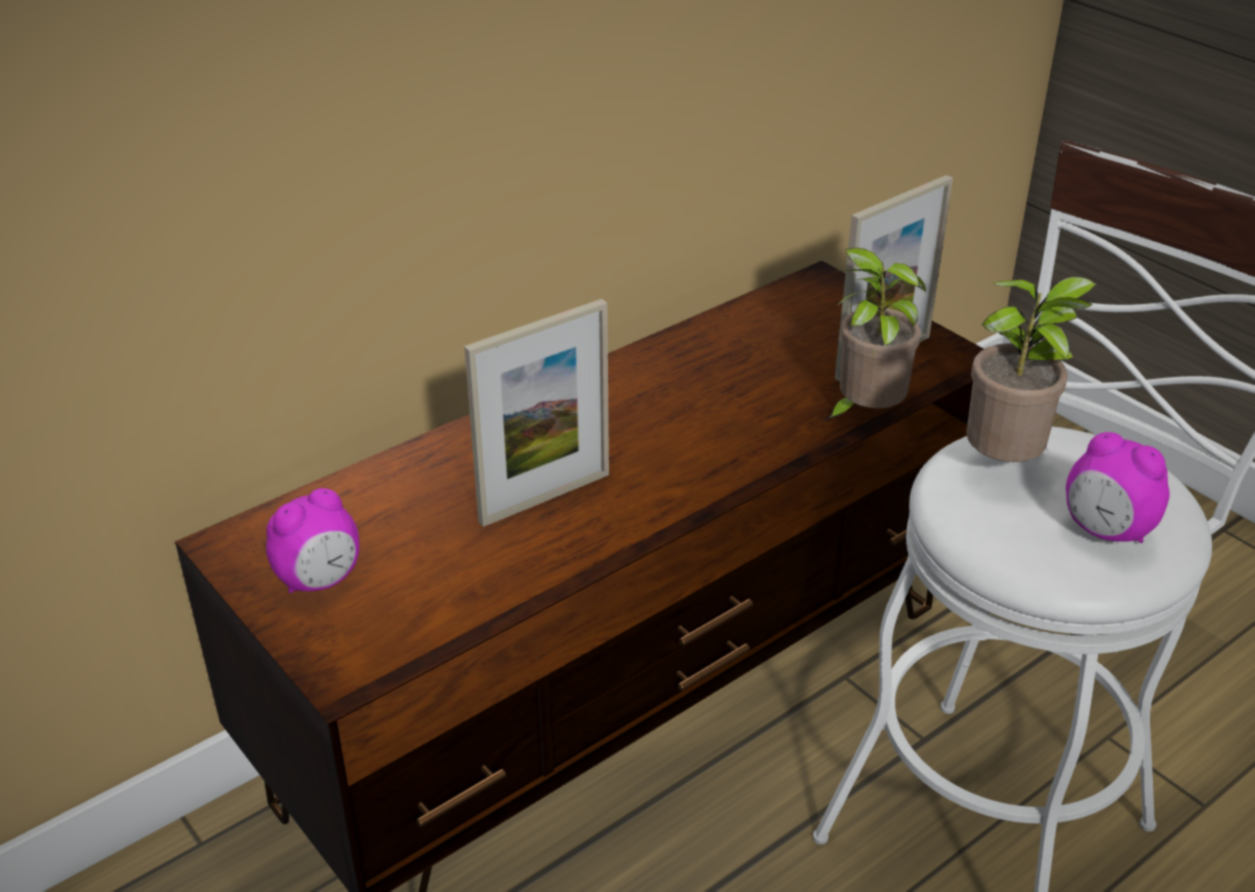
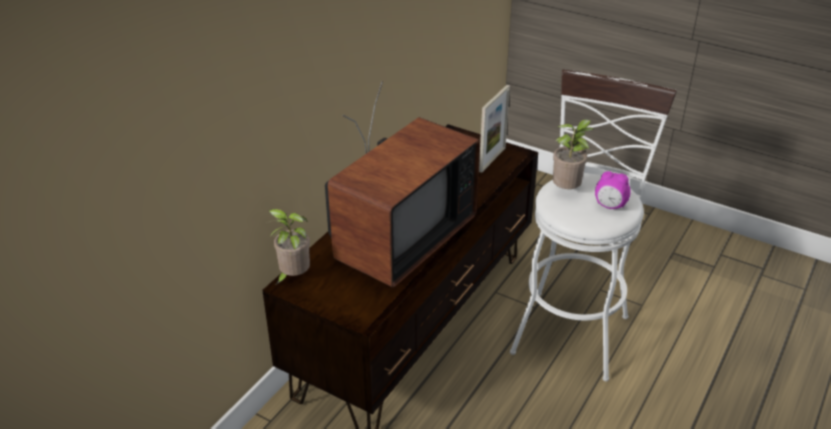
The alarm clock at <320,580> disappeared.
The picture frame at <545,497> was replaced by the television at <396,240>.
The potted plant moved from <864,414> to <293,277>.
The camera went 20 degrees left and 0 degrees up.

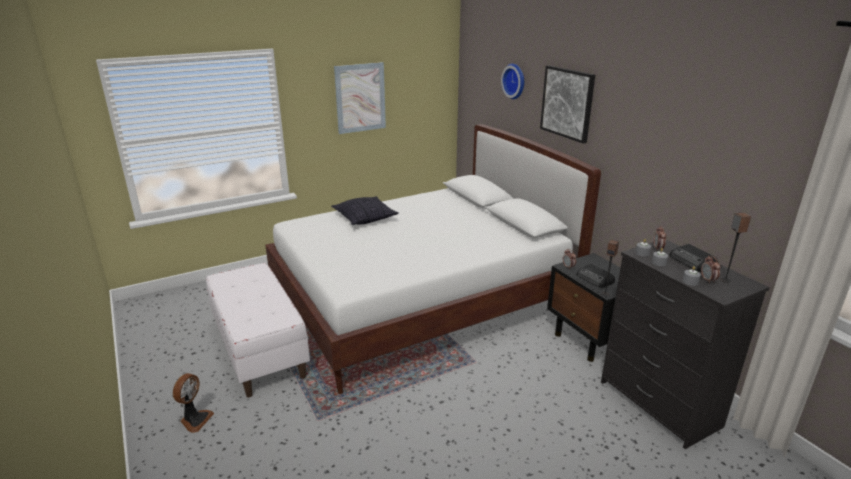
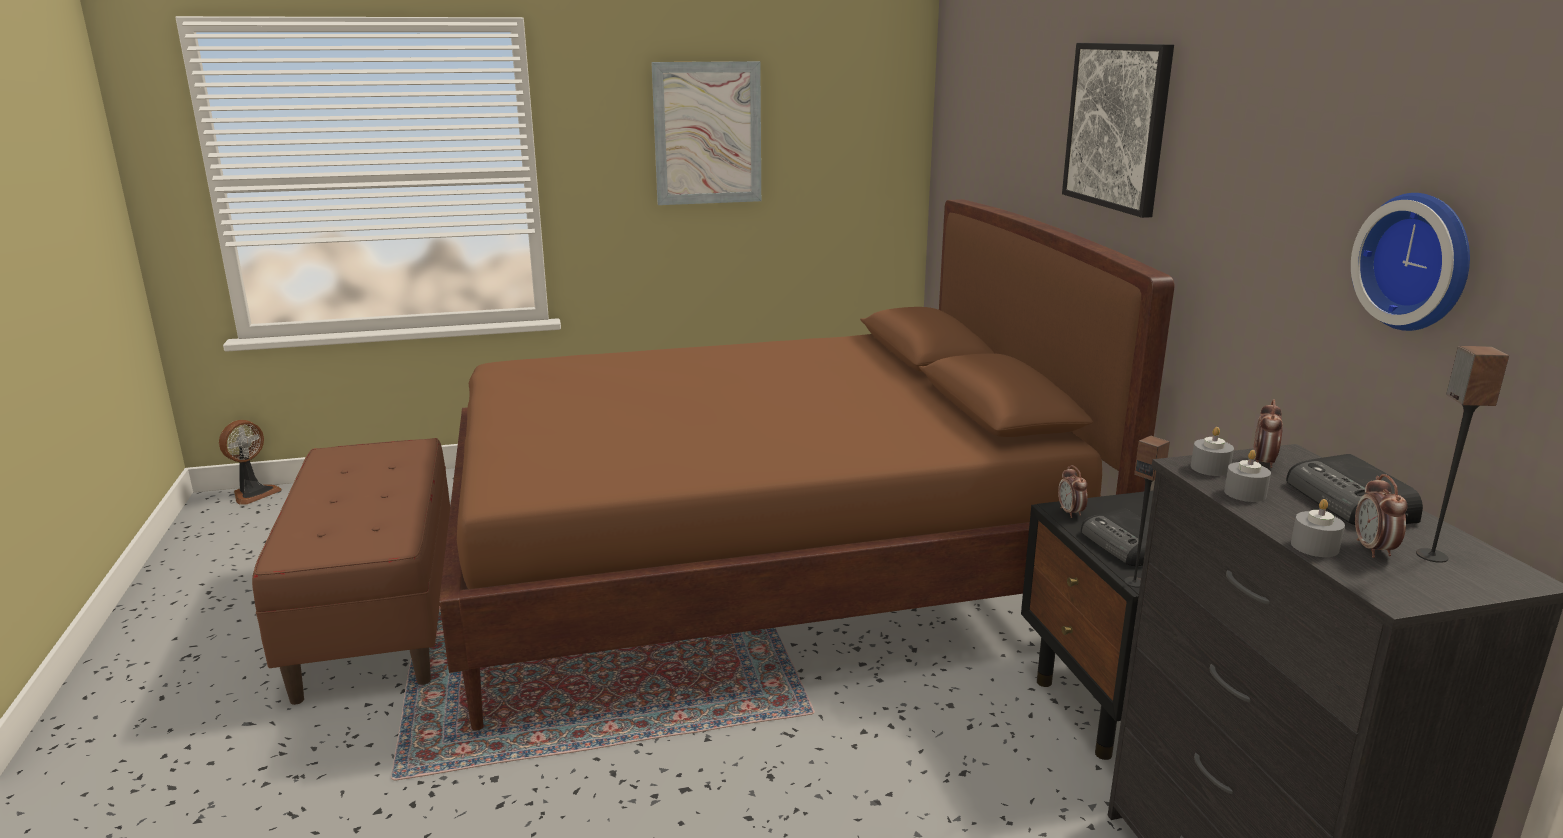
The fan moved from <195,420> to <253,493>.
The white bench at <260,350> became the brown bench at <379,616>.
The white bed at <422,302> became the brown bed at <762,569>.
The pillow at <365,218> disappeared.
The wall clock moved from <515,81> to <1419,261>.
The camera went 15 degrees right and 5 degrees down.

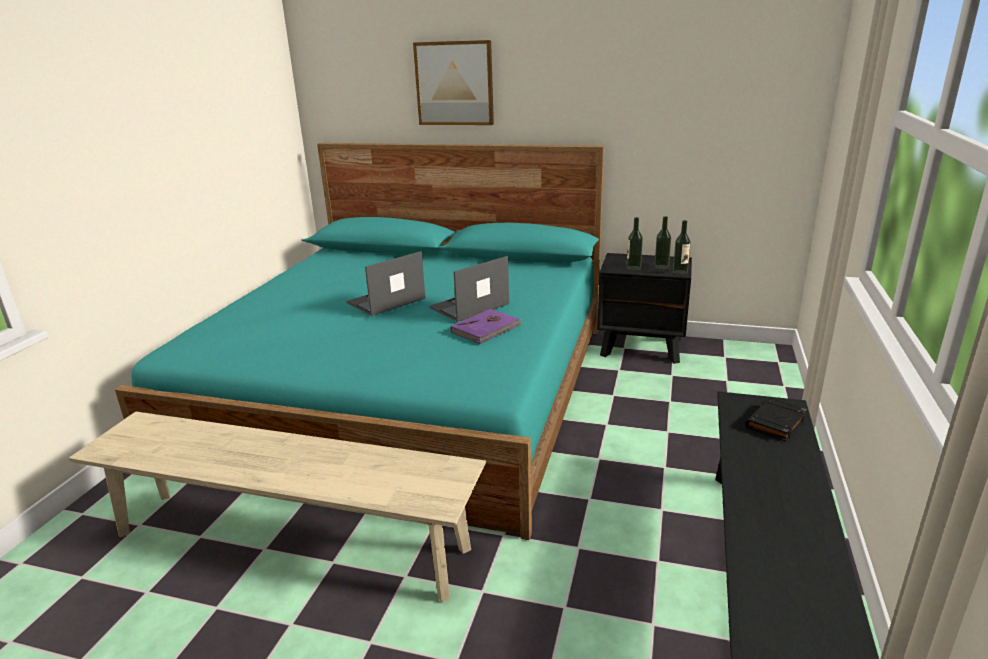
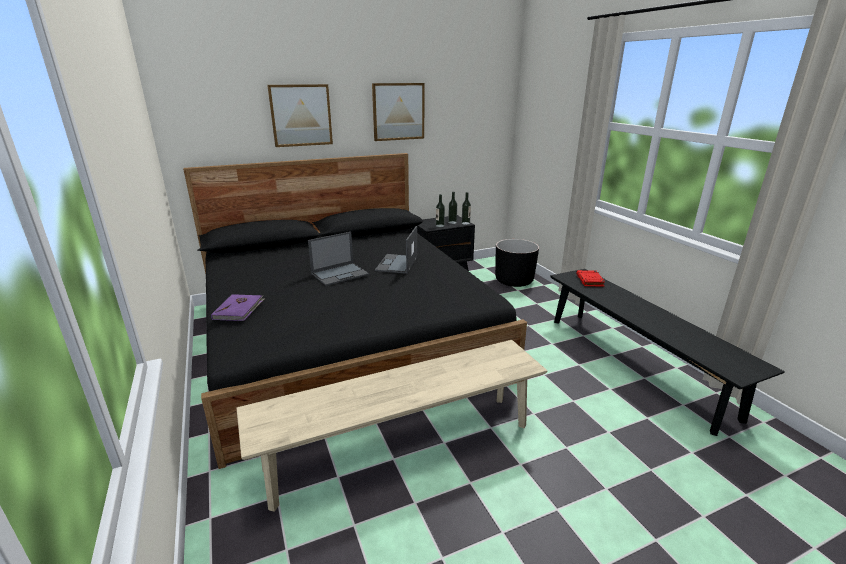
The turquoise bed at <409,390> became the black bed at <344,337>.
The laptop at <385,301> turned 135 degrees counterclockwise.
The purple book moved from <486,329> to <239,309>.
The black book at <776,423> became the red book at <590,280>.
The picture at <398,111> appeared.
The black planter at <514,280> appeared.
The camera went 40 degrees left and 0 degrees up.

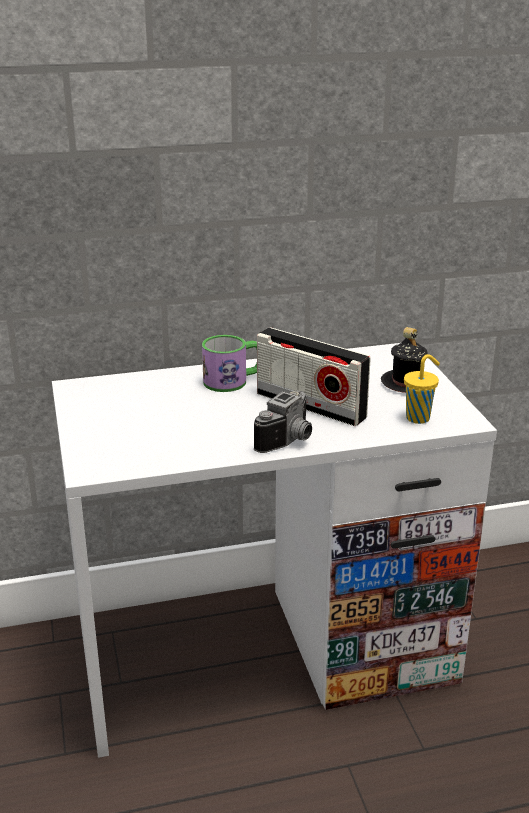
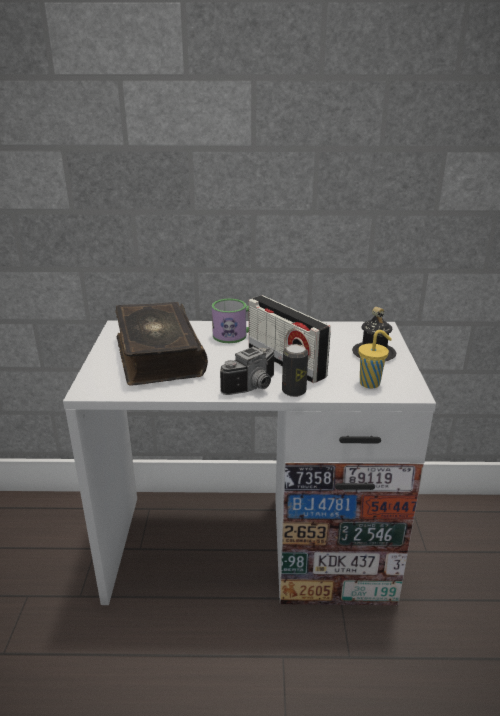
The book at <157,355> appeared.
The can at <294,391> appeared.
The camera went 15 degrees right and 0 degrees up.

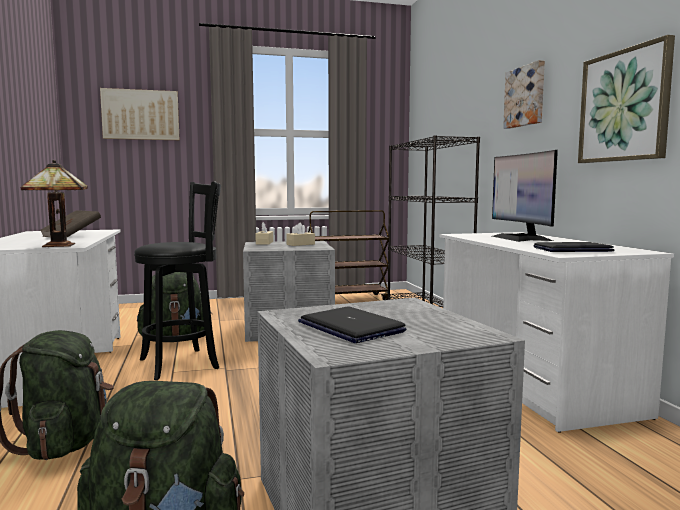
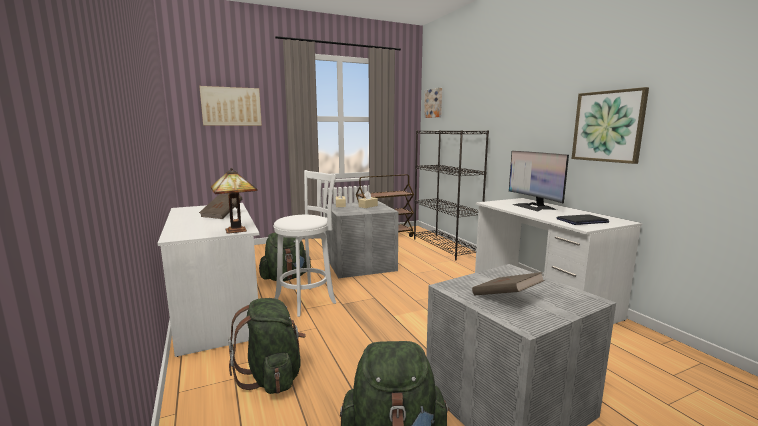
The black stool at <183,363> became the white stool at <308,300>.
The laptop at <350,327> was replaced by the brown book at <506,298>.
The picture moved from <526,96> to <434,103>.
The camera went 10 degrees left and 5 degrees up.

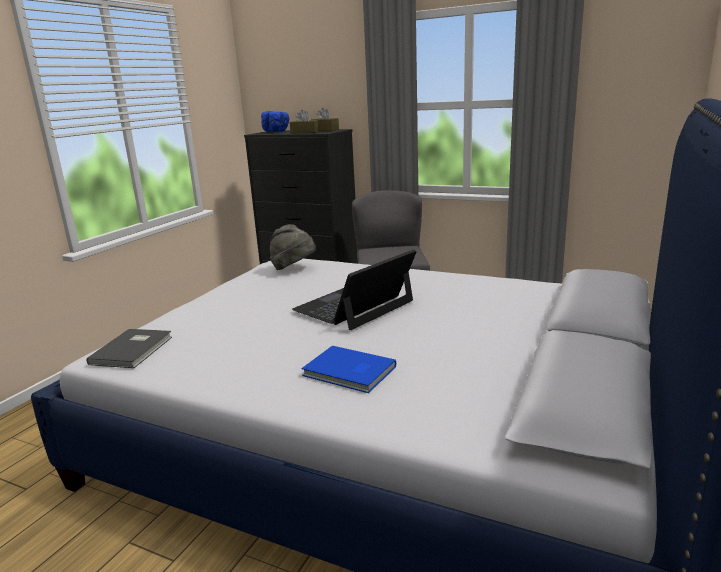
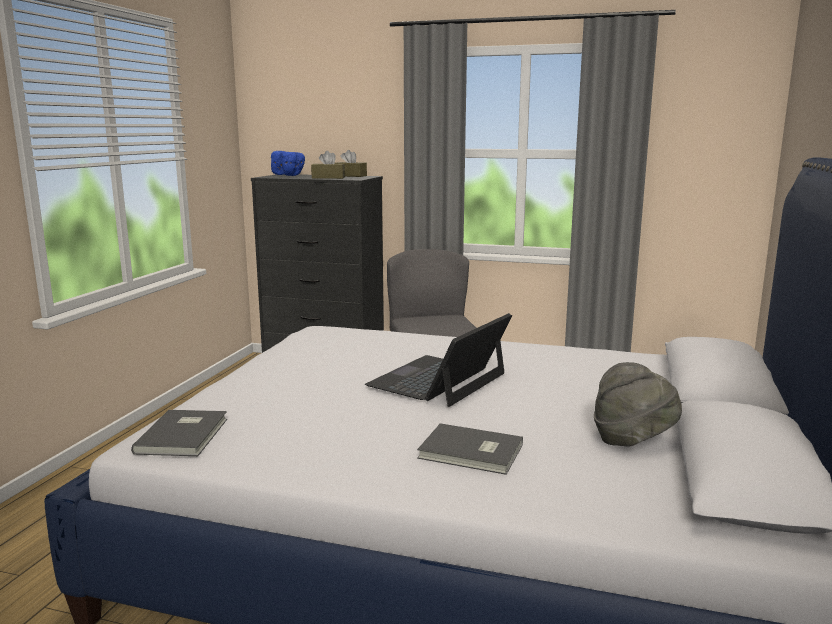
The grey hat moved from <294,269> to <633,440>.
The blue book at <349,372> became the grey book at <471,453>.
The camera went 10 degrees left and 5 degrees down.

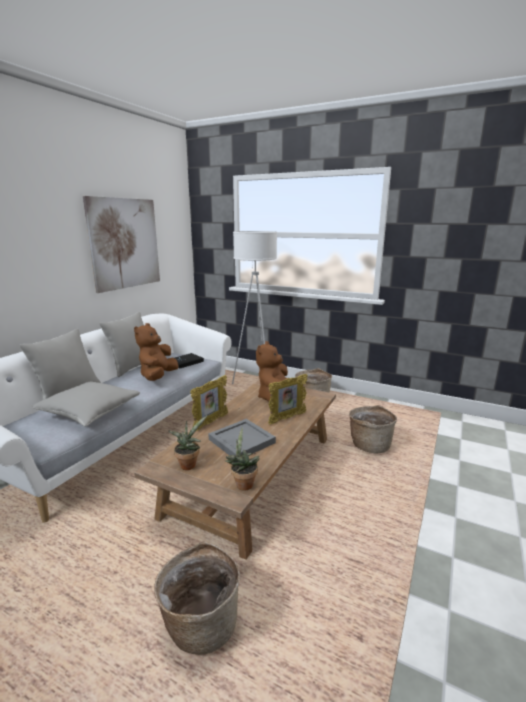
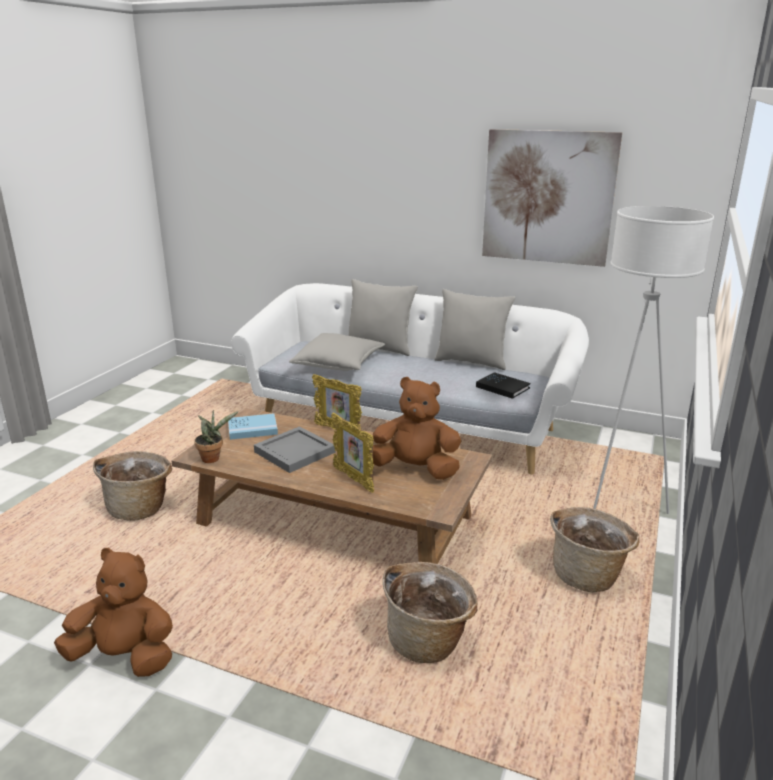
The brown plush toy moved from <158,376> to <125,656>.
The potted plant at <189,464> was replaced by the blue book at <252,429>.
The camera went 85 degrees right and 5 degrees up.

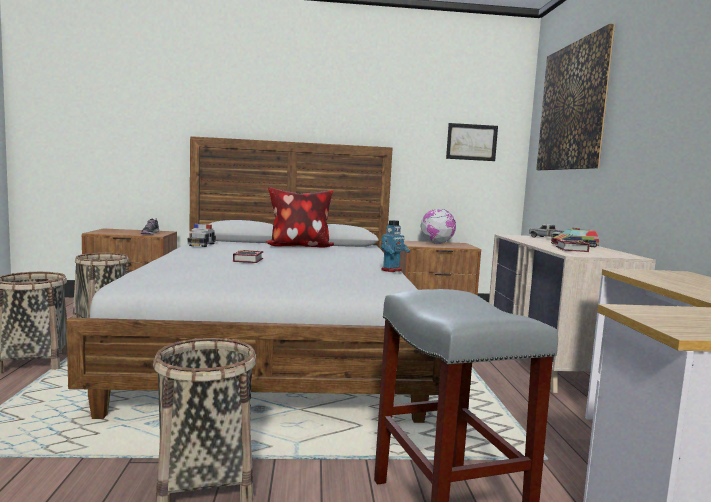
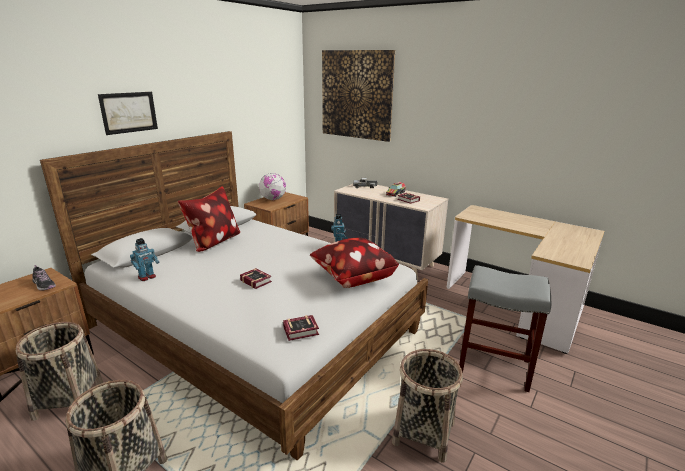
The toy car at <201,245> was replaced by the toy robot at <147,277>.
The picture moved from <471,142> to <129,112>.
The book at <302,331> appeared.
The pillow at <352,278> appeared.
The camera went 50 degrees left and 15 degrees up.

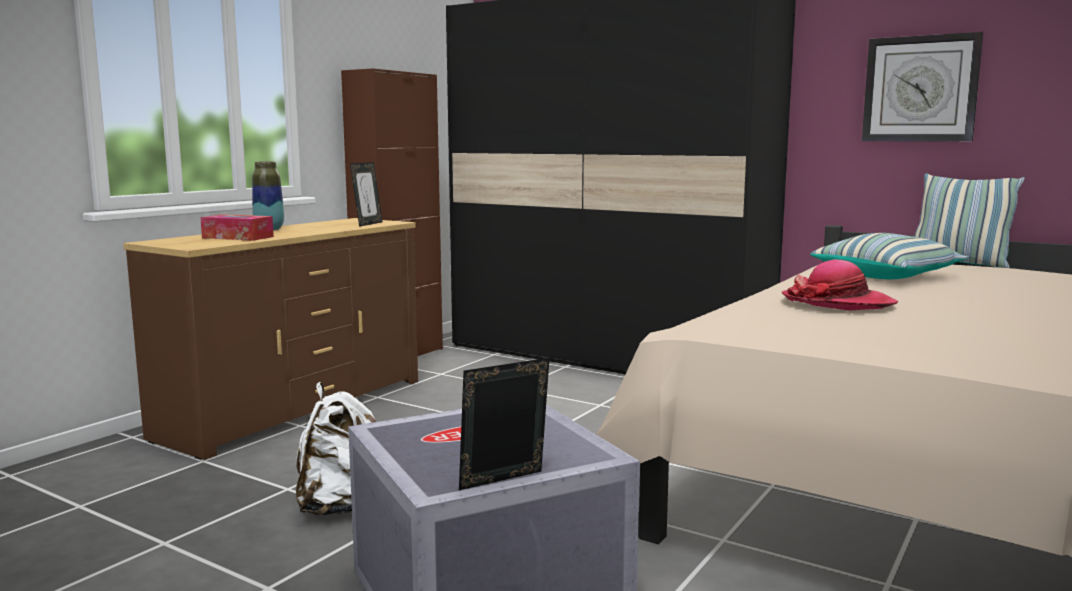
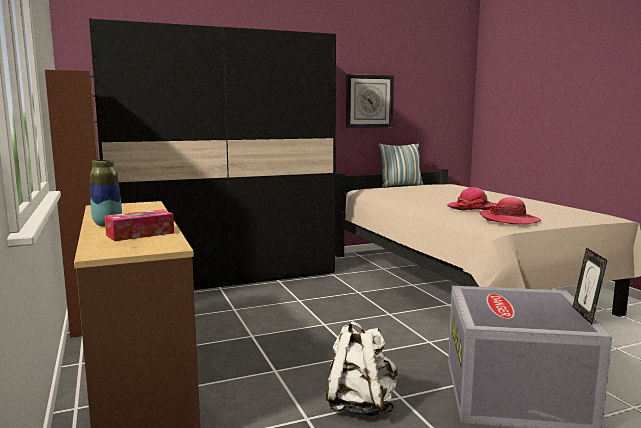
The picture frame at <367,224> disappeared.
The pillow at <886,276> disappeared.
The hat at <509,220> appeared.
The camera went 55 degrees left and 0 degrees up.

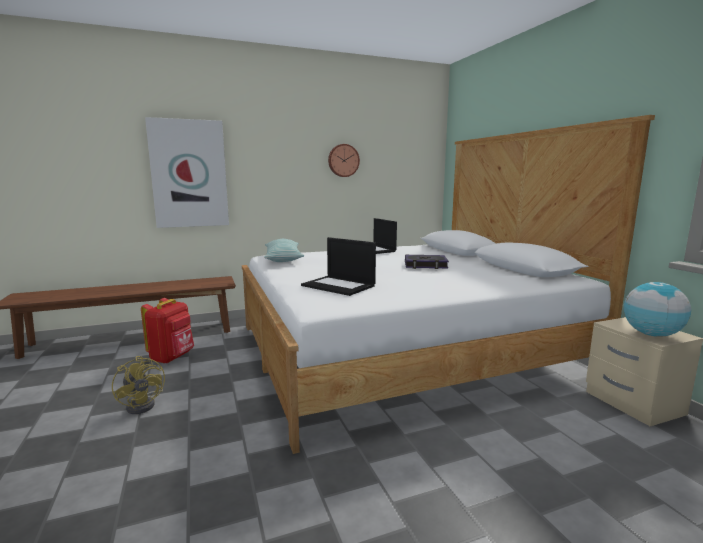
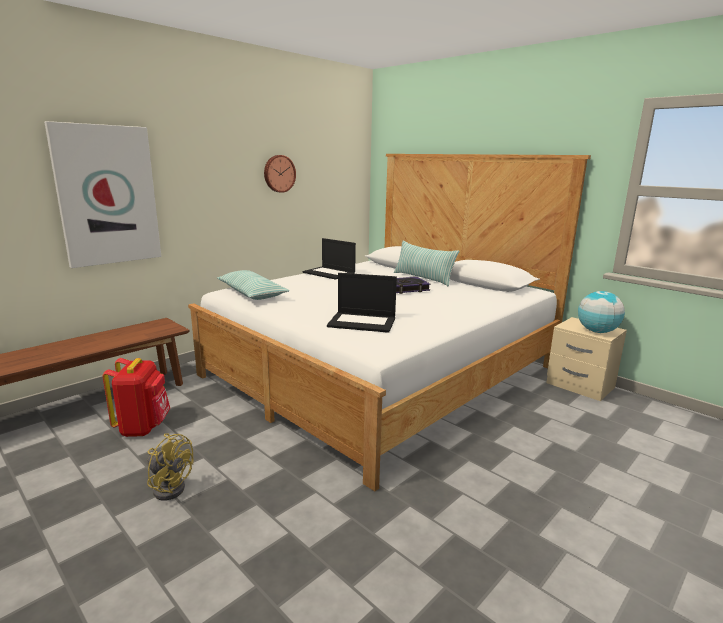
The pillow at <423,278> appeared.
The camera went 25 degrees left and 5 degrees up.

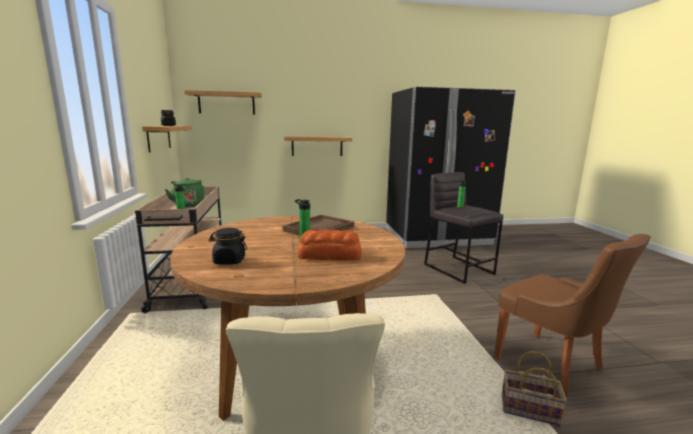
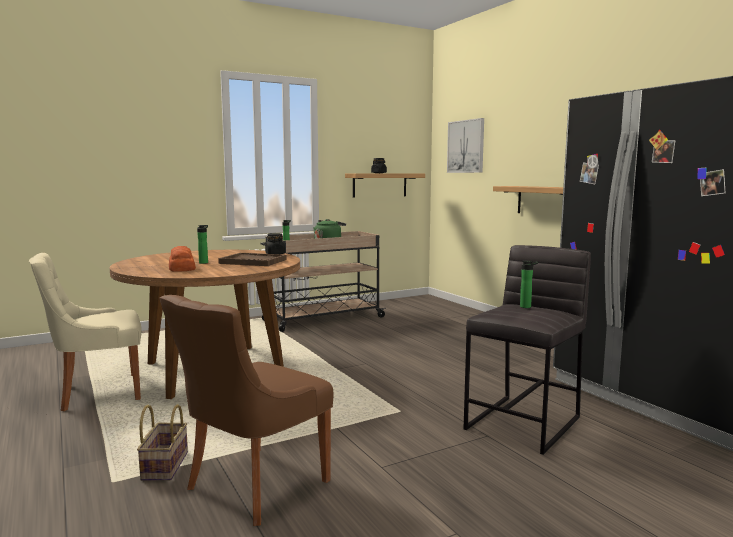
The shelf at <226,103> was replaced by the picture at <466,146>.
The black jar moved from <229,261> to <275,254>.
The camera went 70 degrees right and 5 degrees down.

